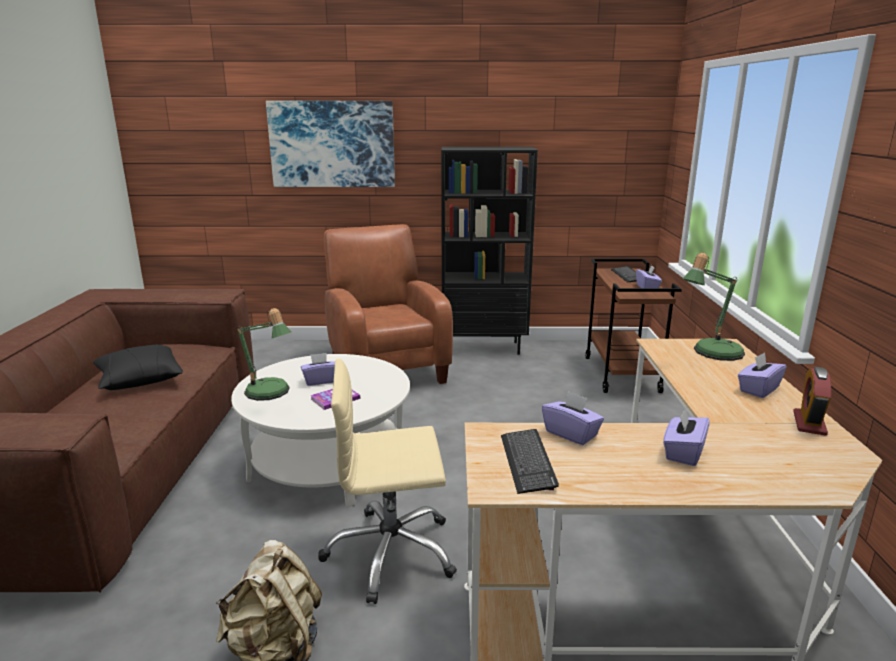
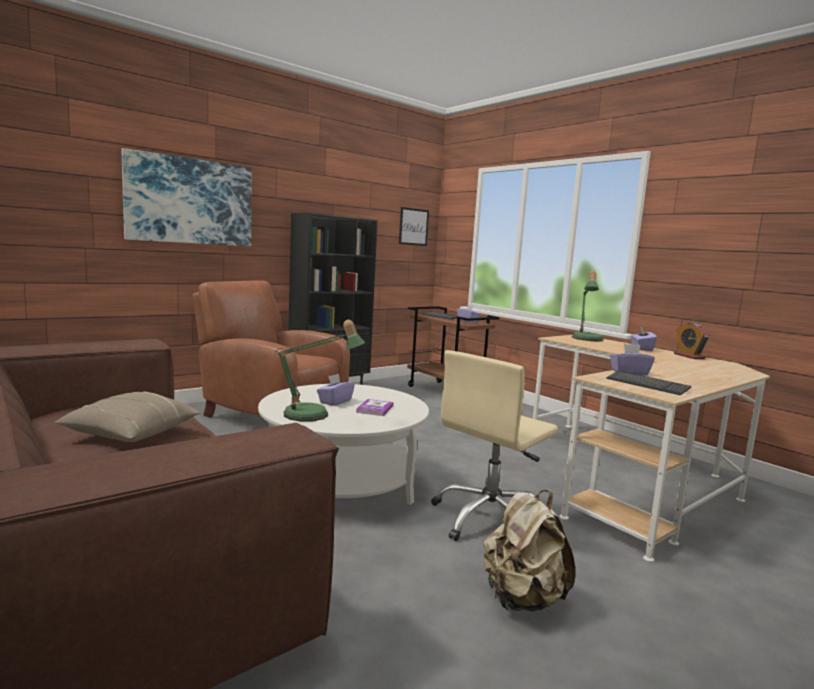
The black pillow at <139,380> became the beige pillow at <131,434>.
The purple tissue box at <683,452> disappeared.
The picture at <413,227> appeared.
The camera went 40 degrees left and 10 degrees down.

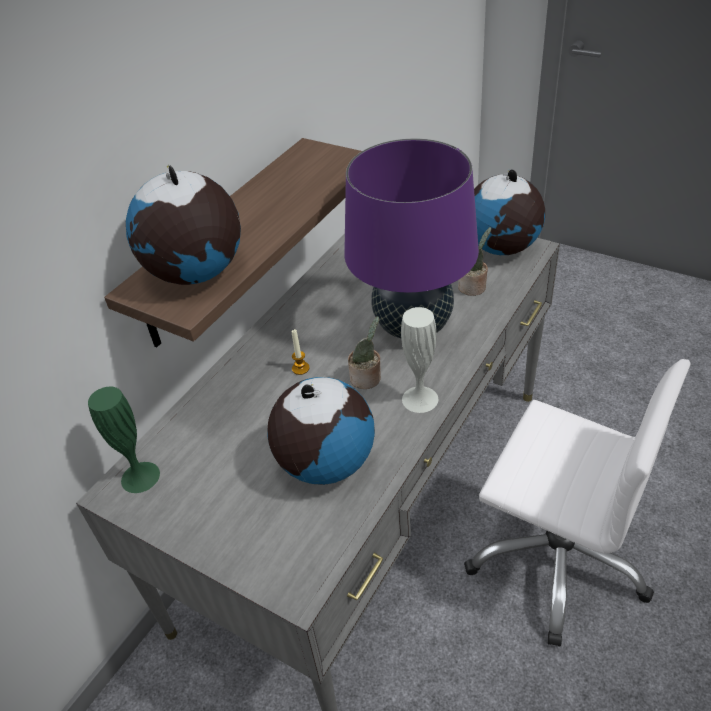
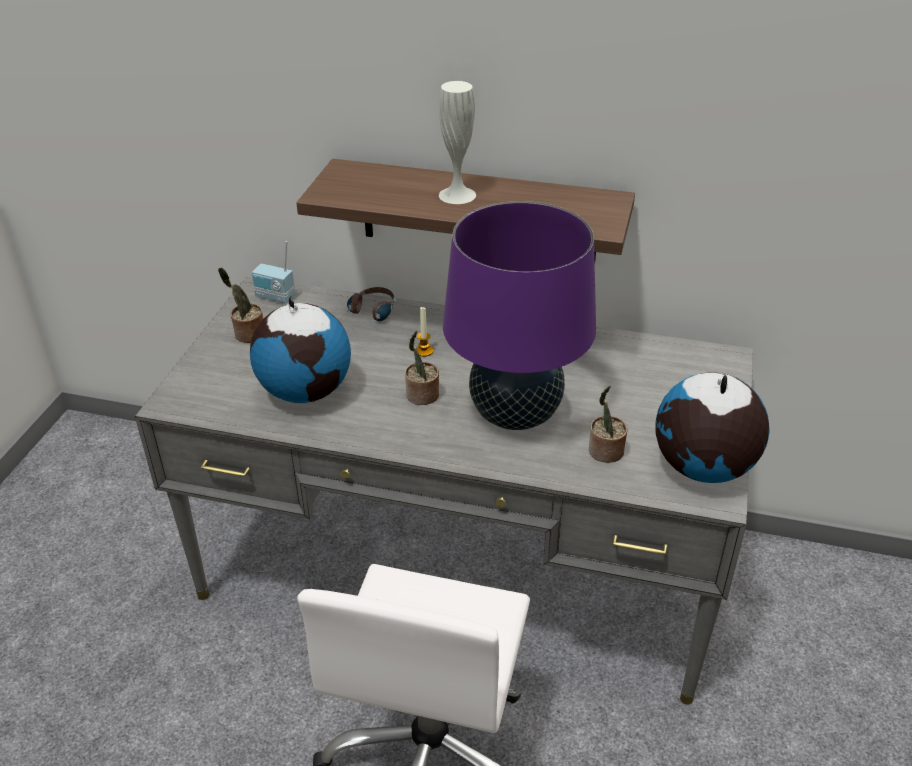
The green vase at <140,477> was replaced by the radio at <275,298>.
The globe at <196,274> disappeared.
The white vase moved from <420,399> to <457,195>.
The potted plant at <247,335> appeared.
The headphones at <369,314> appeared.
The camera went 70 degrees right and 5 degrees down.

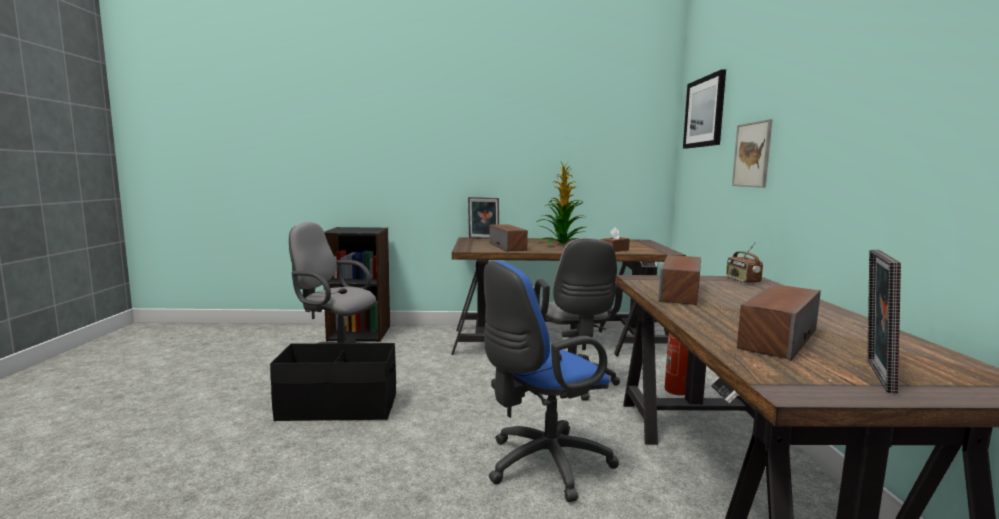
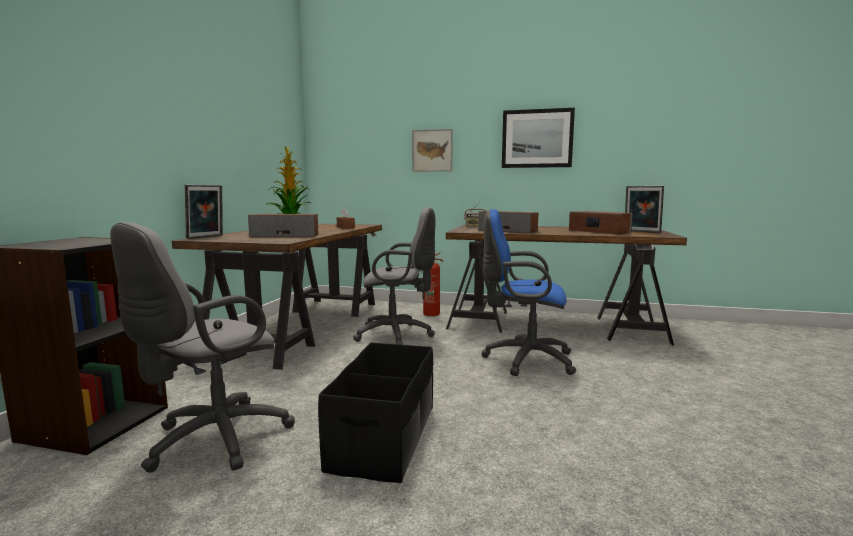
The blue office chair at <542,465> turned 120 degrees clockwise.
The picture moved from <704,112> to <537,138>.
The camera went 75 degrees left and 0 degrees up.

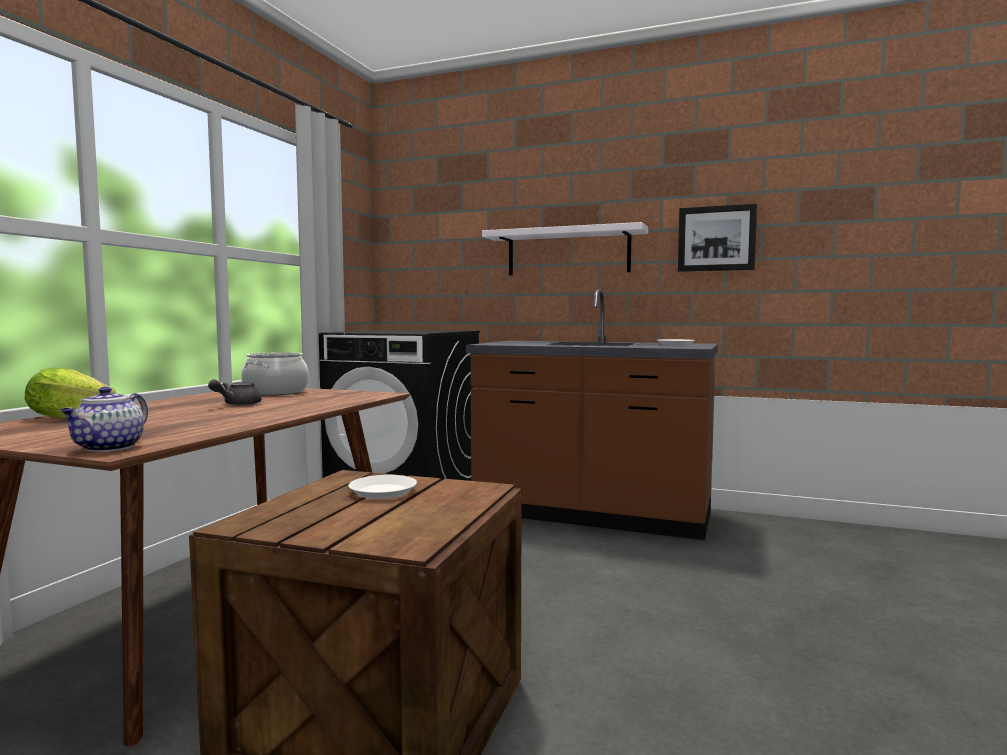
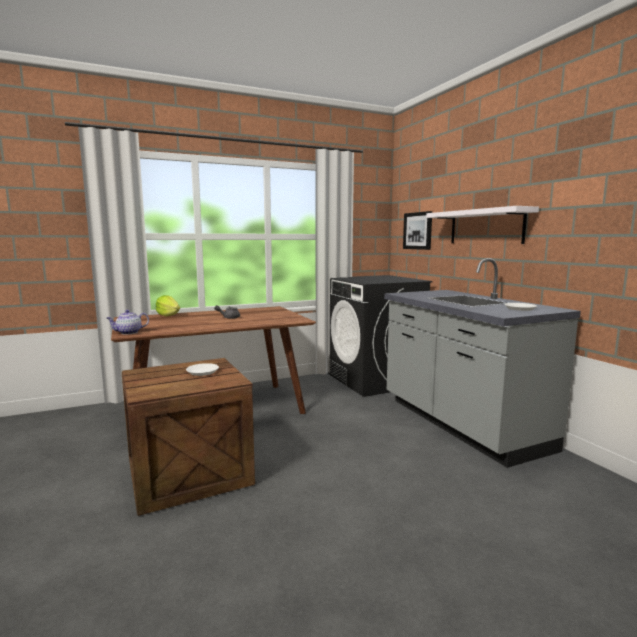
The cooking pot at <275,392> disappeared.
The brown counter at <592,515> became the grey counter at <461,424>.
The picture moved from <716,238> to <418,231>.
The camera went 45 degrees right and 5 degrees up.

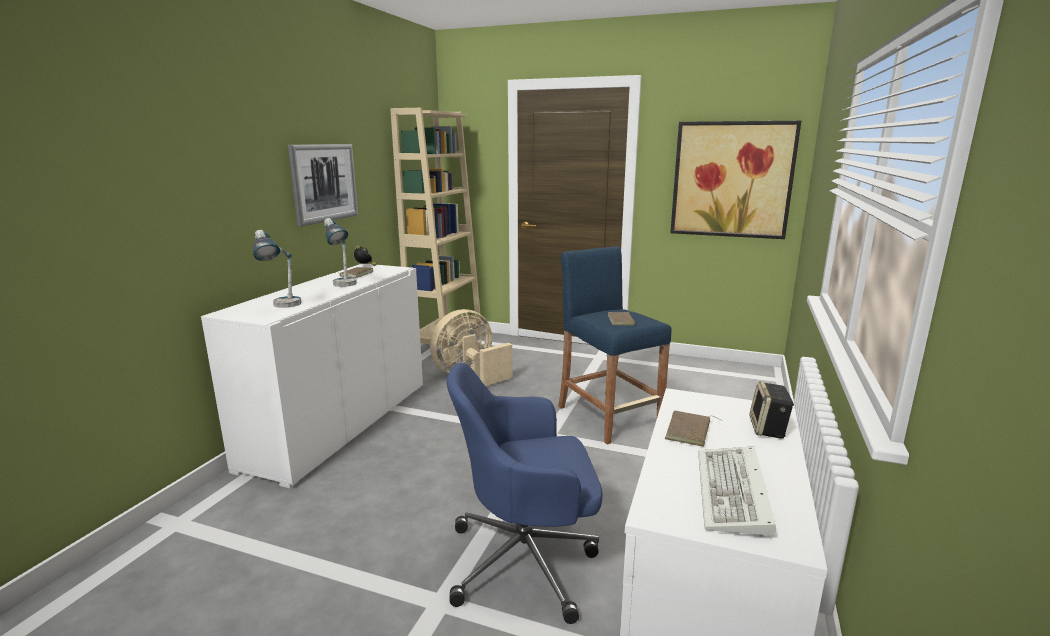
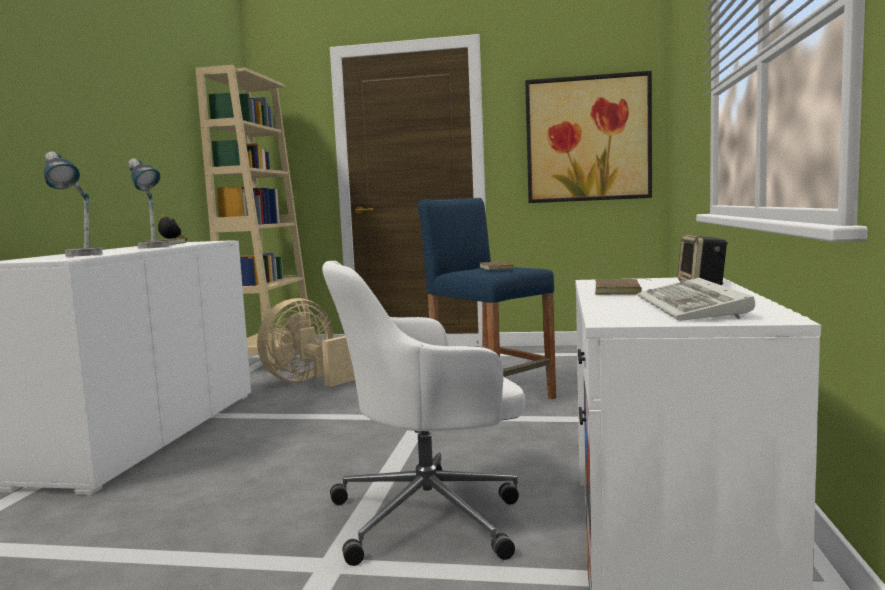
The picture at <324,183> disappeared.
The blue office chair at <526,560> became the white office chair at <431,516>.
The camera went 10 degrees left and 10 degrees down.

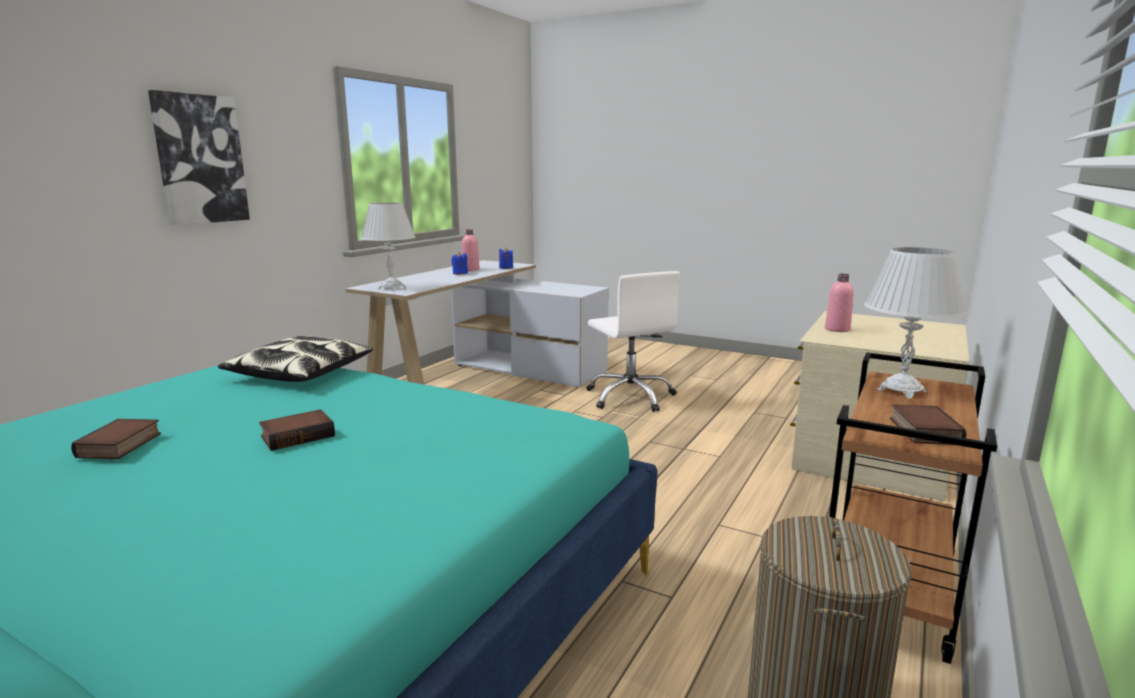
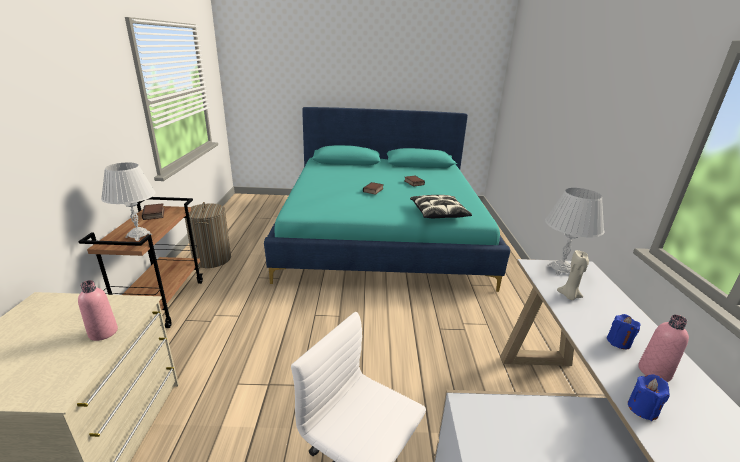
The picture at <200,159> disappeared.
The beige candle at <569,296> appeared.
The camera went 150 degrees right and 10 degrees up.

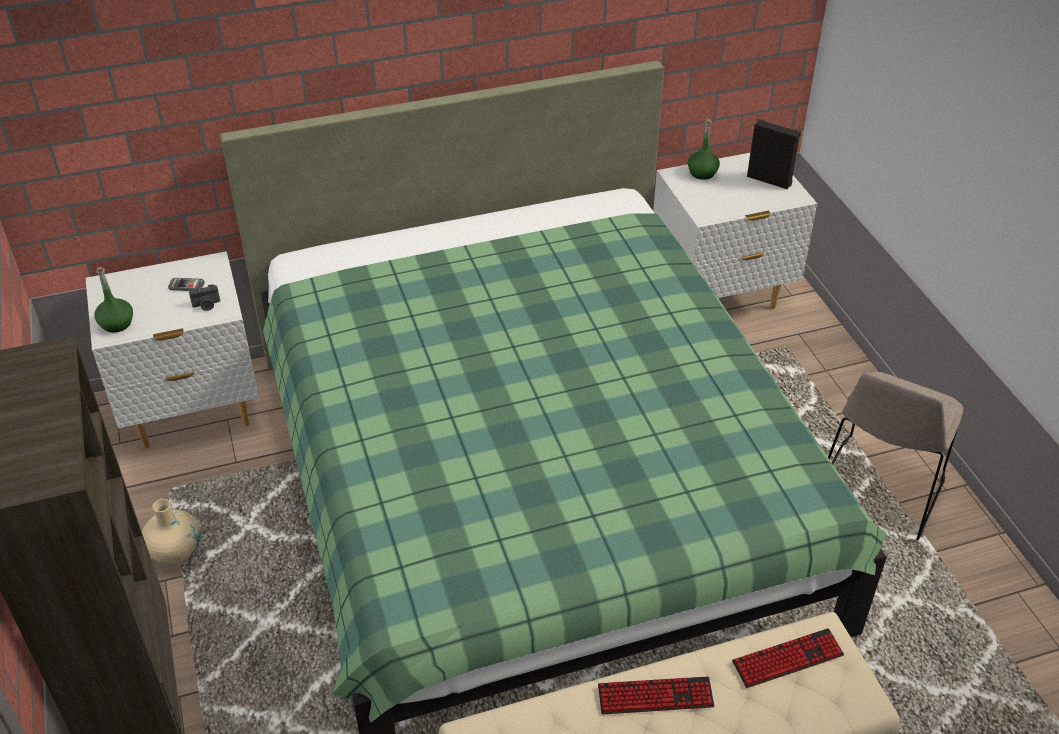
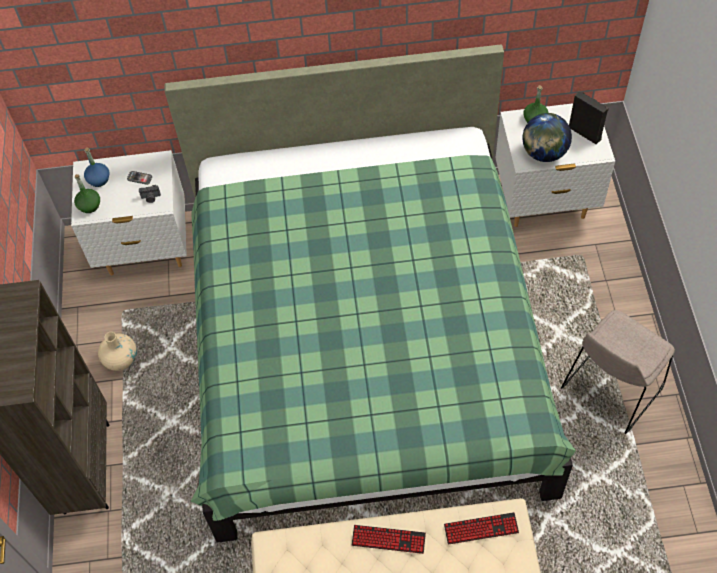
The blue bottle at <99,179> appeared.
The globe at <544,153> appeared.
The camera went 15 degrees right and 15 degrees up.

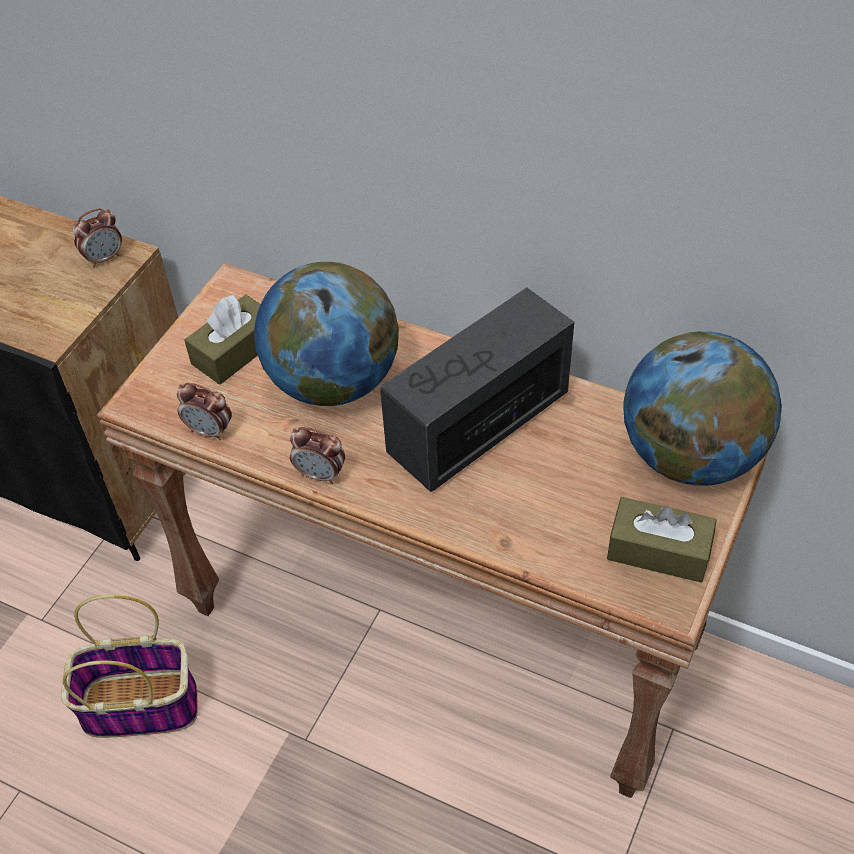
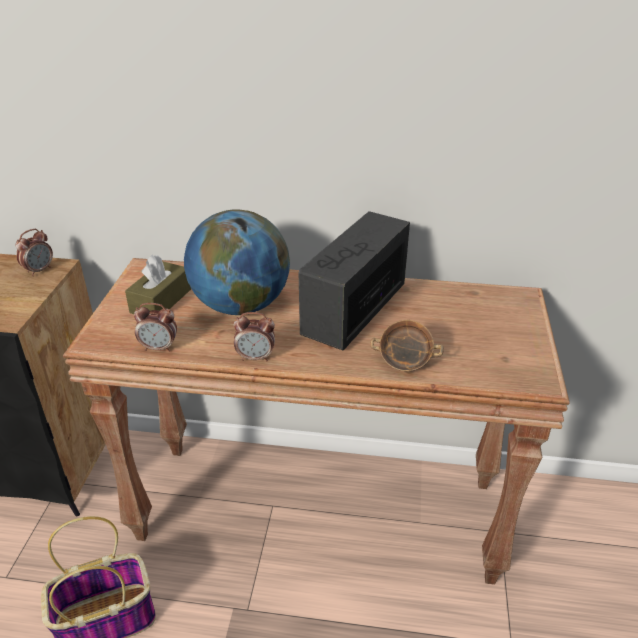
The brown tissue box at <658,551> disappeared.
The globe at <690,455> disappeared.
The bowl at <404,362> appeared.
The camera went 20 degrees left and 15 degrees down.

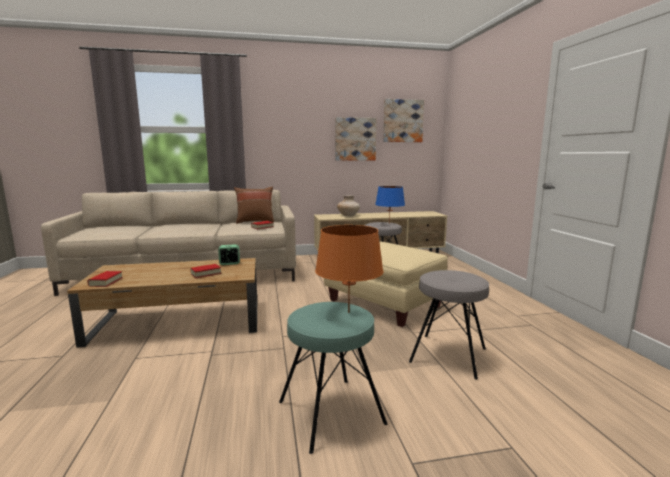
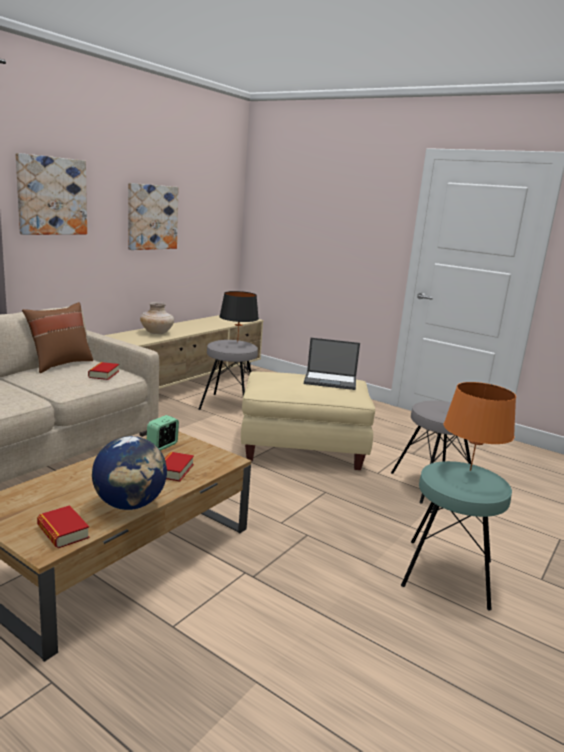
The blue table lamp at <389,223> became the black table lamp at <237,342>.
The picture moved from <403,121> to <51,196>.
The globe at <130,504> appeared.
The laptop at <331,381> appeared.
The camera went 45 degrees left and 5 degrees up.

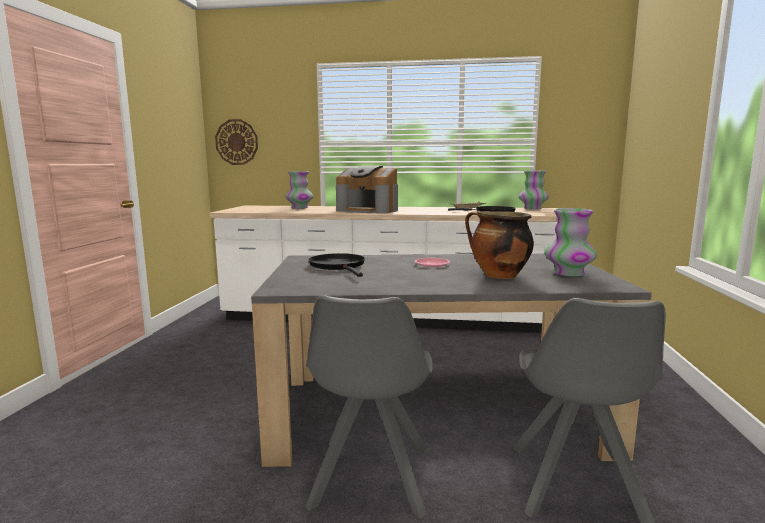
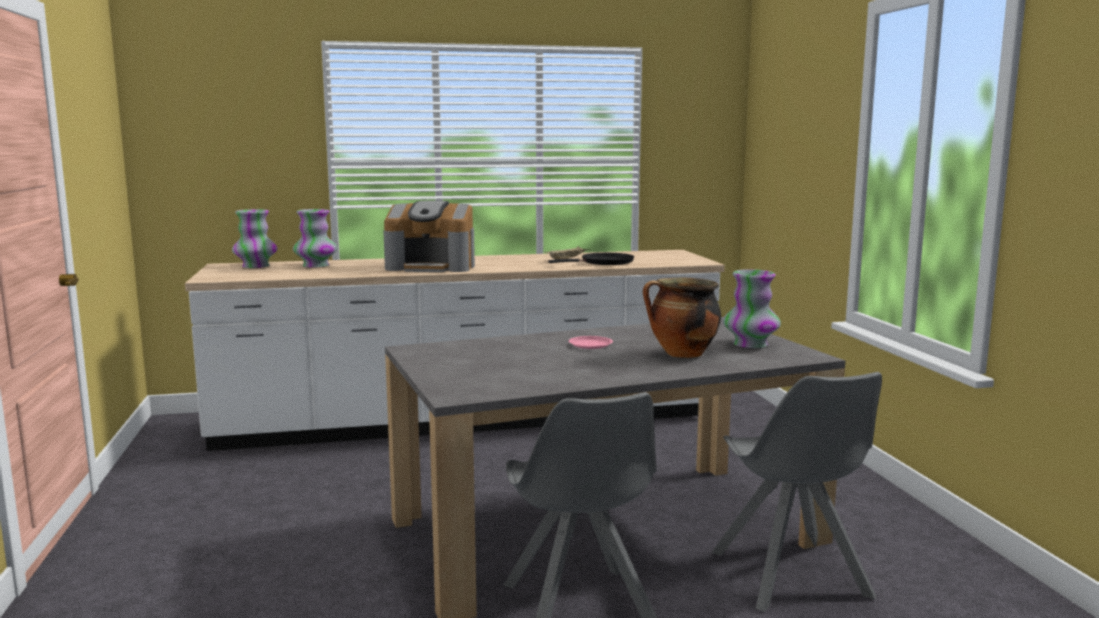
The wall clock at <237,142> disappeared.
The black frying pan at <338,266> disappeared.
The vase moved from <532,208> to <256,266>.
The camera went 20 degrees left and 0 degrees up.

